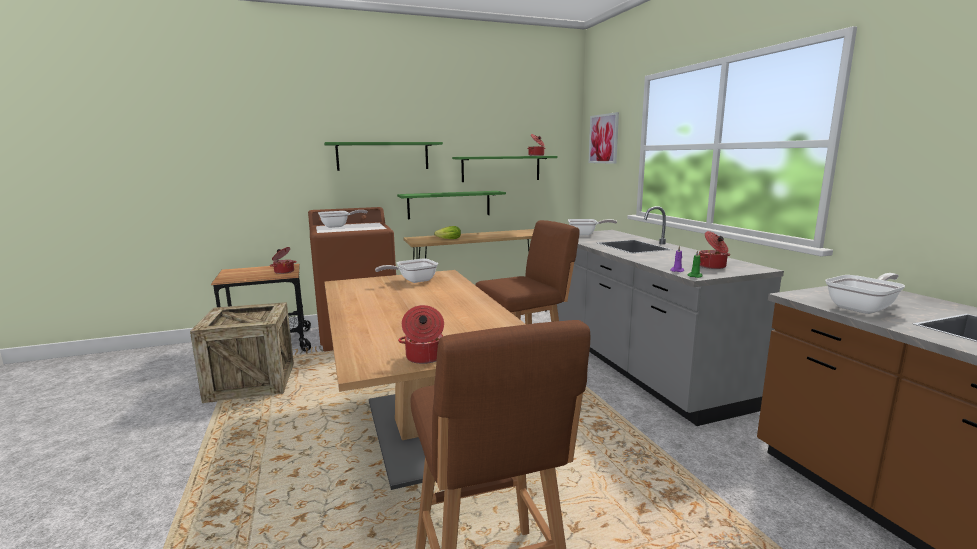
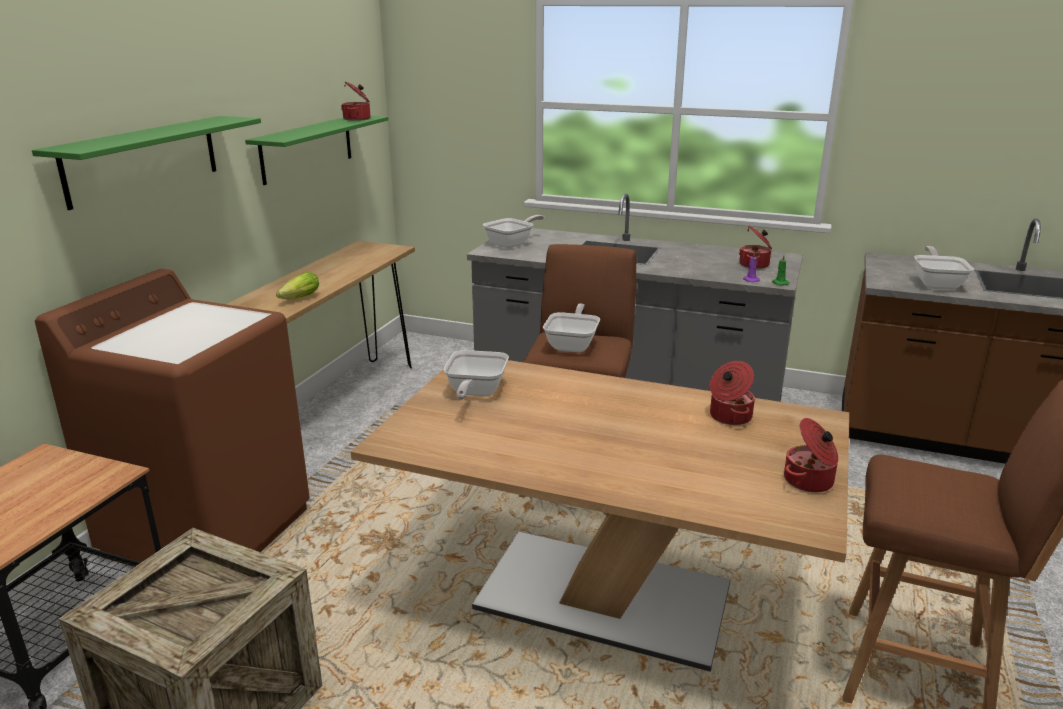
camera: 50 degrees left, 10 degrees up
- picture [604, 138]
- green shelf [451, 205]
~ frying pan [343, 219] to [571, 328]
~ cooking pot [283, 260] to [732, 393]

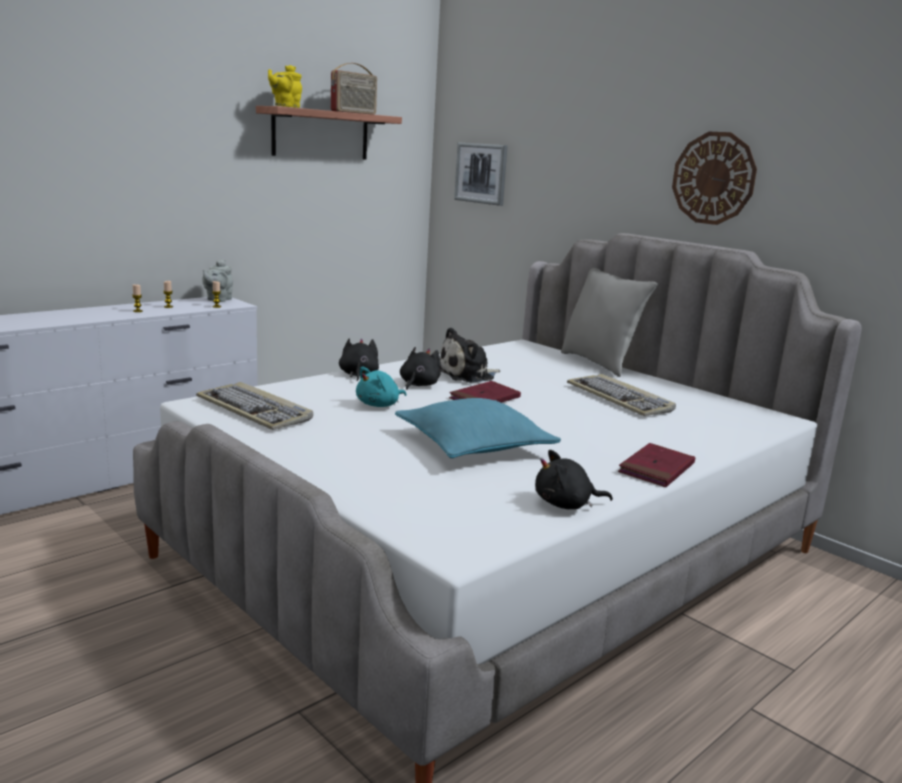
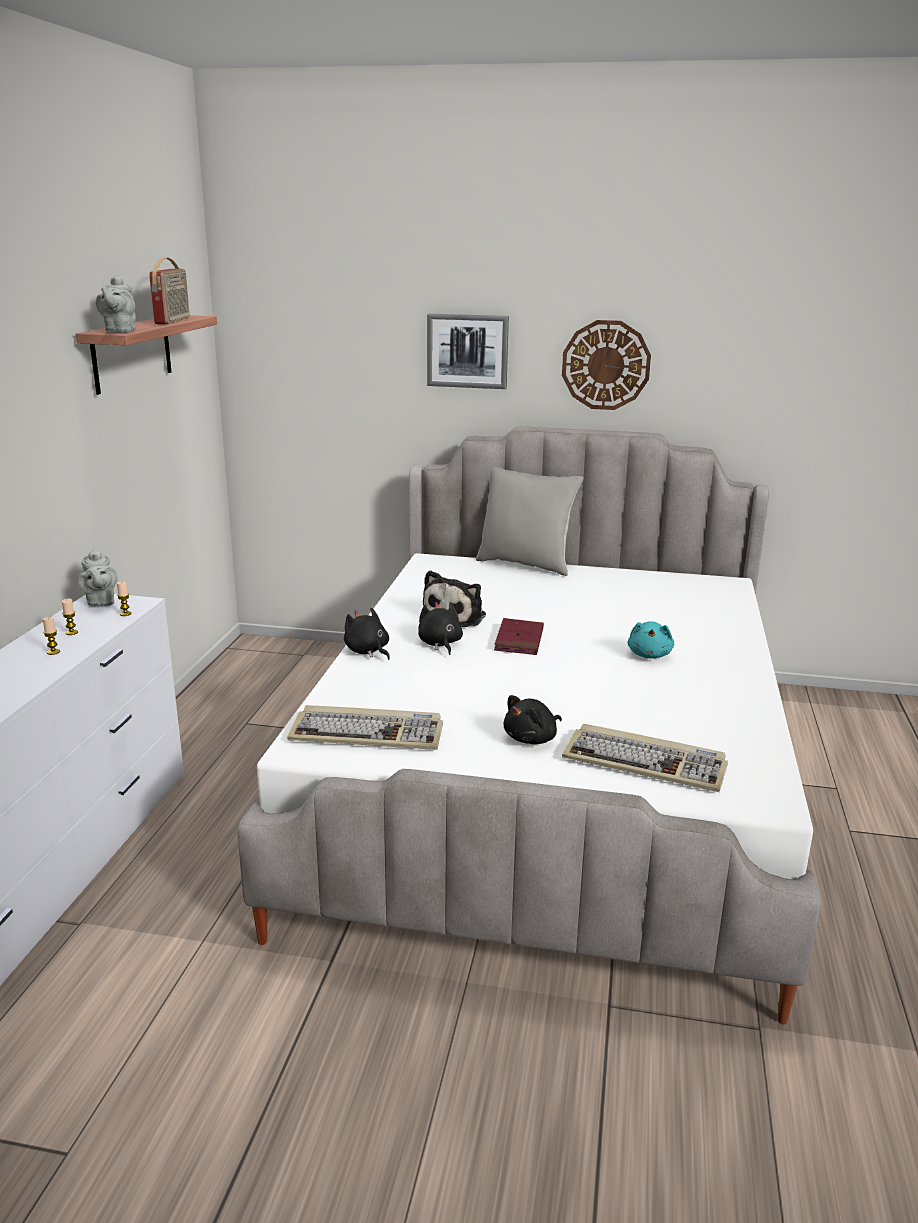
camera: 35 degrees left, 5 degrees up
~ yellow teapot [285, 86] to grey teapot [116, 304]
~ picture [481, 174] to [468, 351]
~ turquoise plush toy [381, 387] to [651, 640]
~ keyboard [621, 395] to [645, 758]
- turquoise pillow [478, 428]
- red book [656, 465]
~ black plush toy [574, 479] to [533, 719]

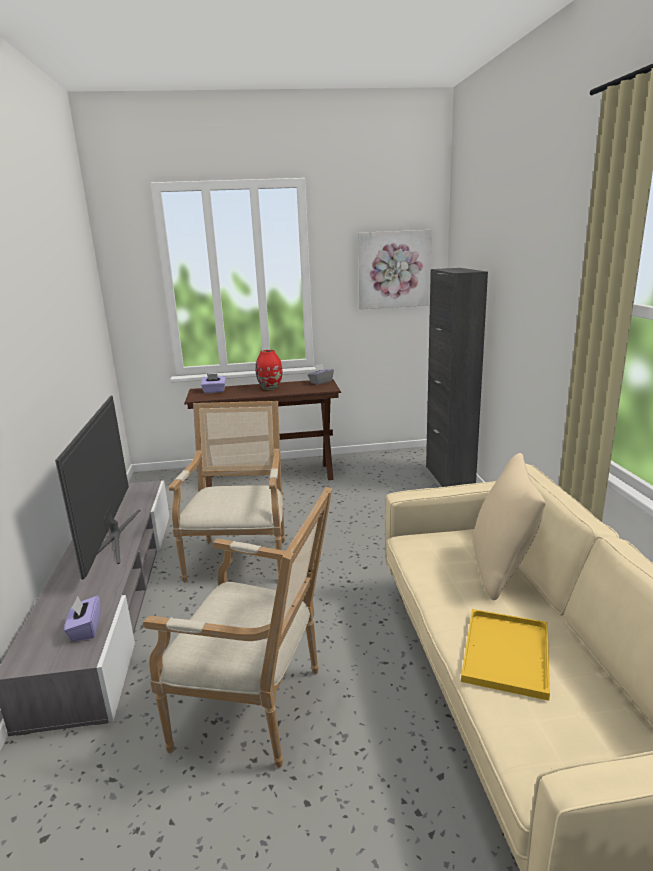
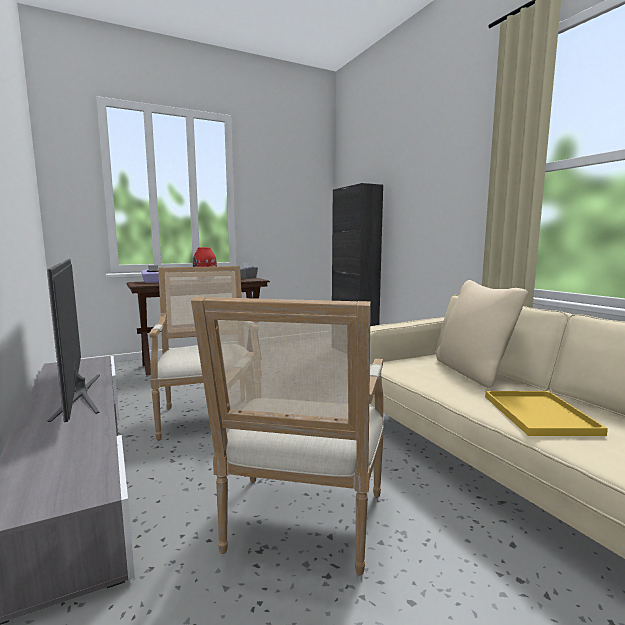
camera: 20 degrees left, 10 degrees down
- picture [395, 269]
~ armchair [237, 627] = [287, 436] 105 degrees clockwise
- purple tissue box [82, 618]

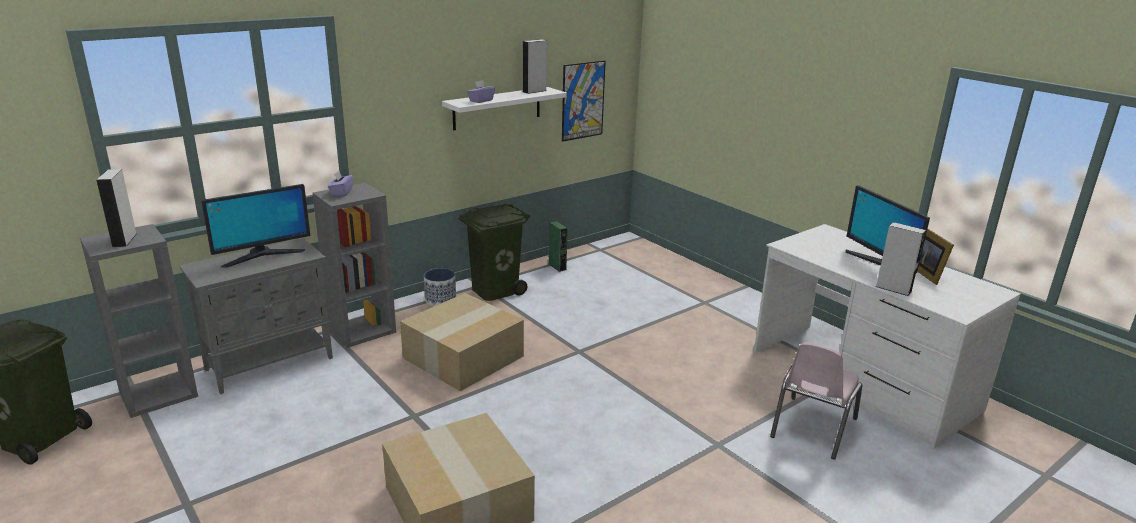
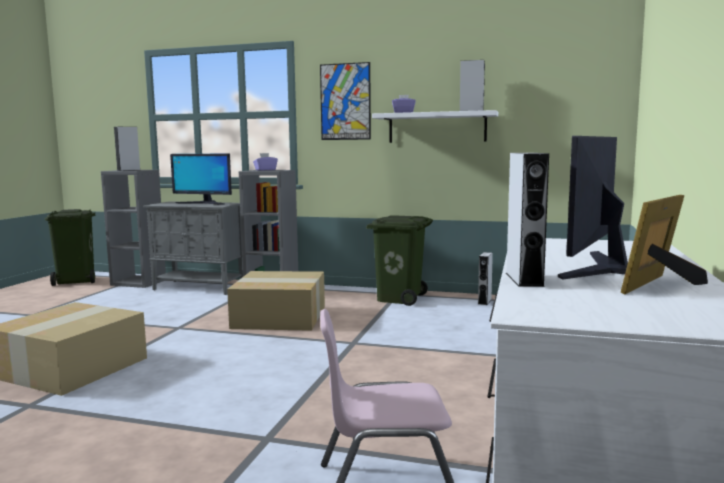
camera: 55 degrees right, 15 degrees down
~ picture [584, 101] to [345, 101]
~ green speaker [558, 246] to grey speaker [485, 278]
- planter [440, 287]

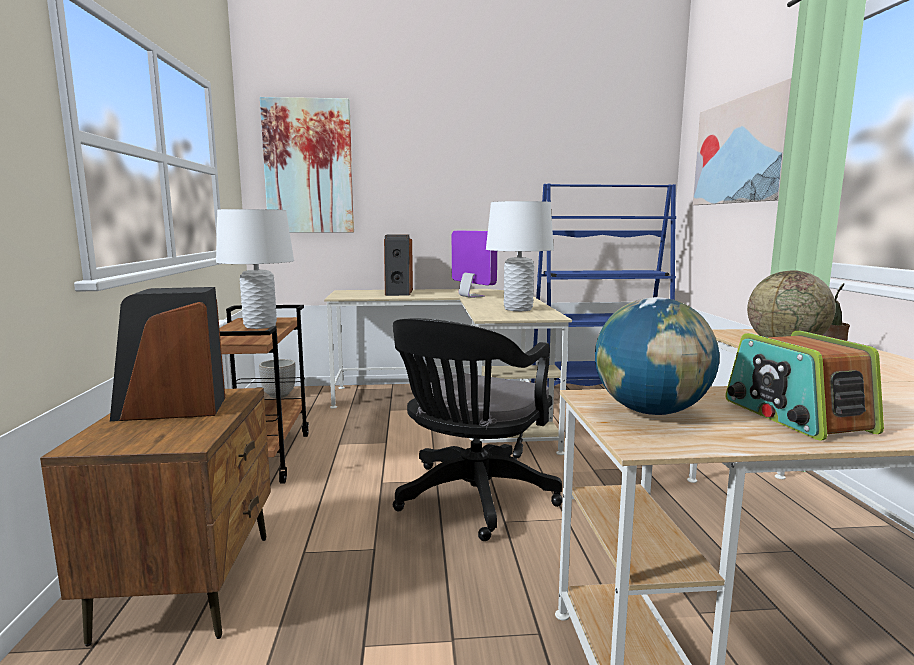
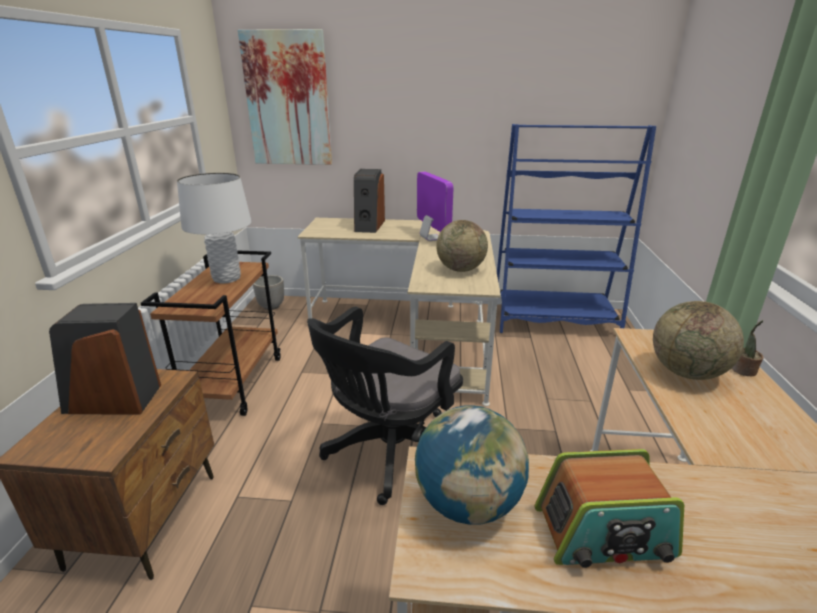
camera: 10 degrees right, 15 degrees up
- picture [742, 141]
~ white table lamp [520, 256] to globe [462, 246]
~ radio [804, 385] = [609, 508] 90 degrees counterclockwise

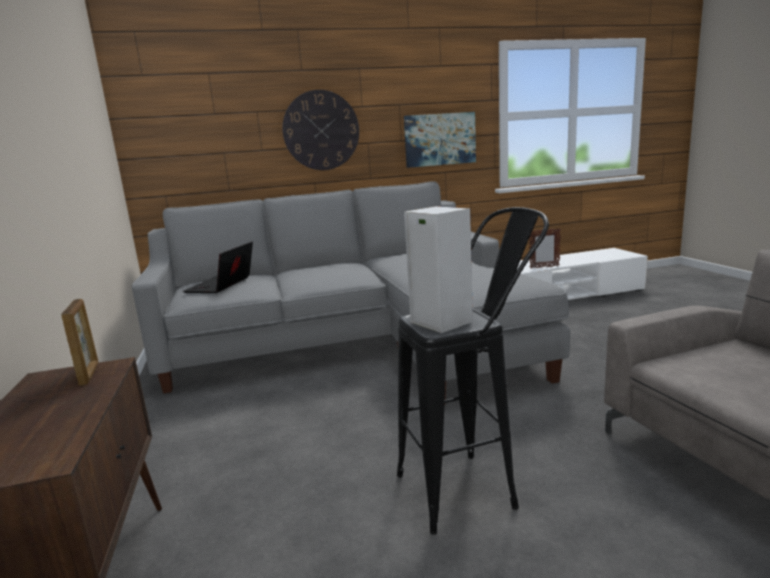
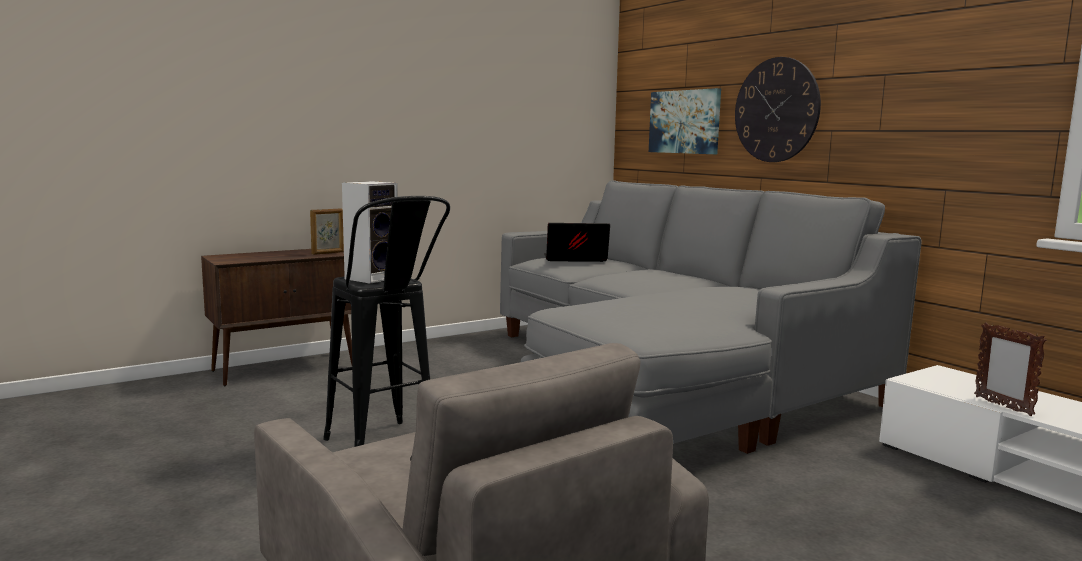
camera: 70 degrees right, 5 degrees down
~ picture [440, 140] to [685, 121]

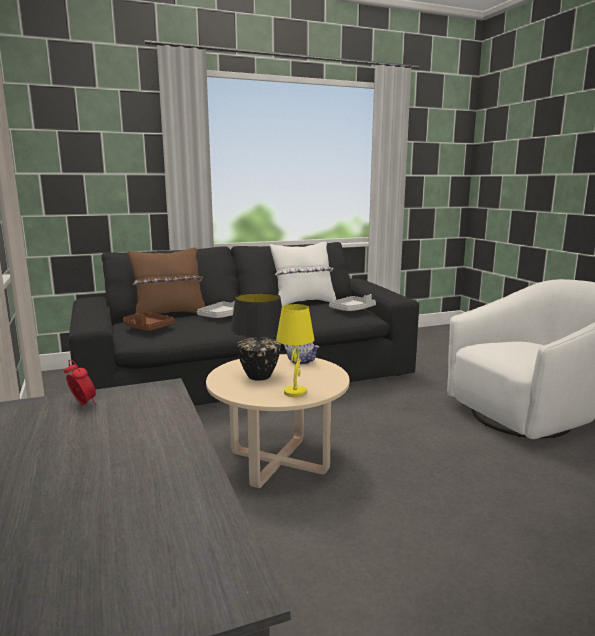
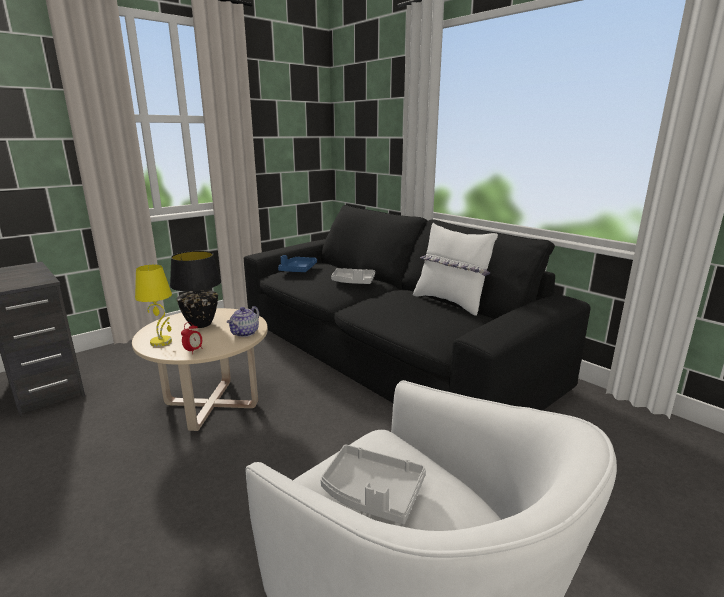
camera: 70 degrees right, 5 degrees up
- brown pillow [167, 280]
~ grey tray [352, 302] to [373, 484]
~ brown tray [149, 321] to blue tray [297, 263]
~ alarm clock [80, 383] to [192, 338]

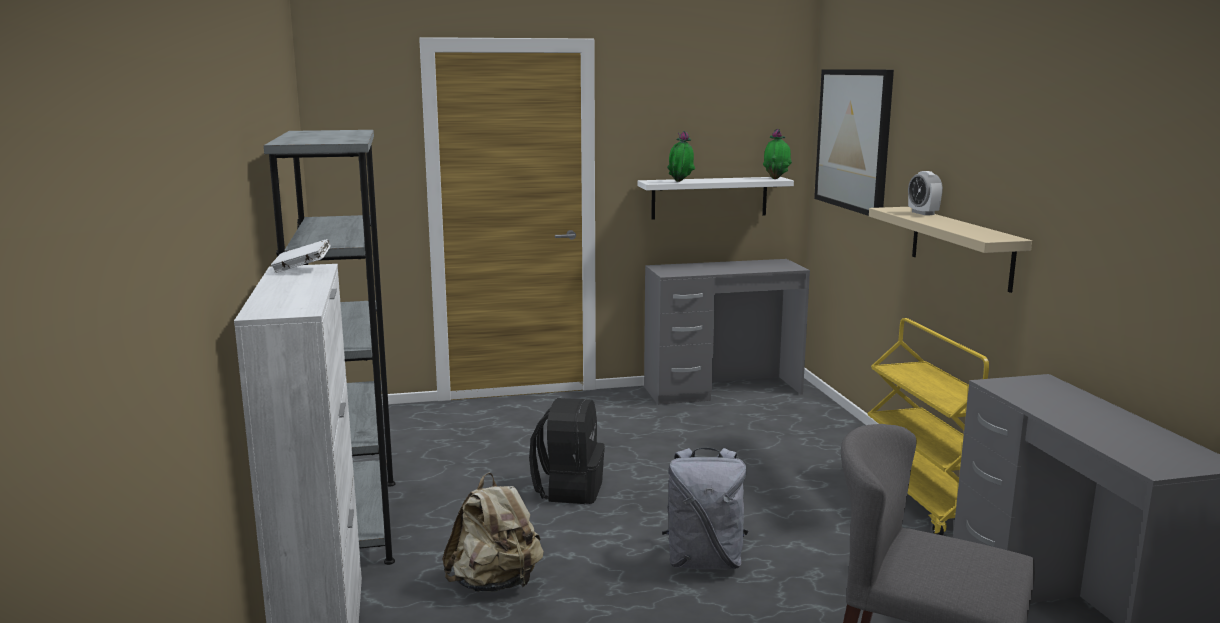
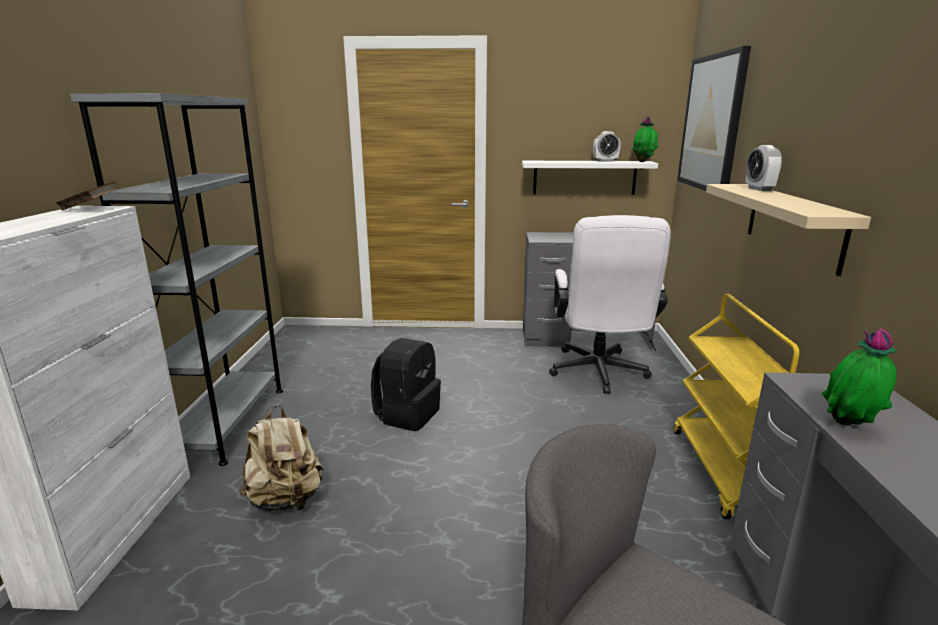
camera: 15 degrees right, 5 degrees up
~ potted plant [681, 156] to [859, 377]
~ white book [301, 256] to brown book [87, 196]
- grey backpack [705, 509]
+ alarm clock [607, 146]
+ white office chair [610, 304]

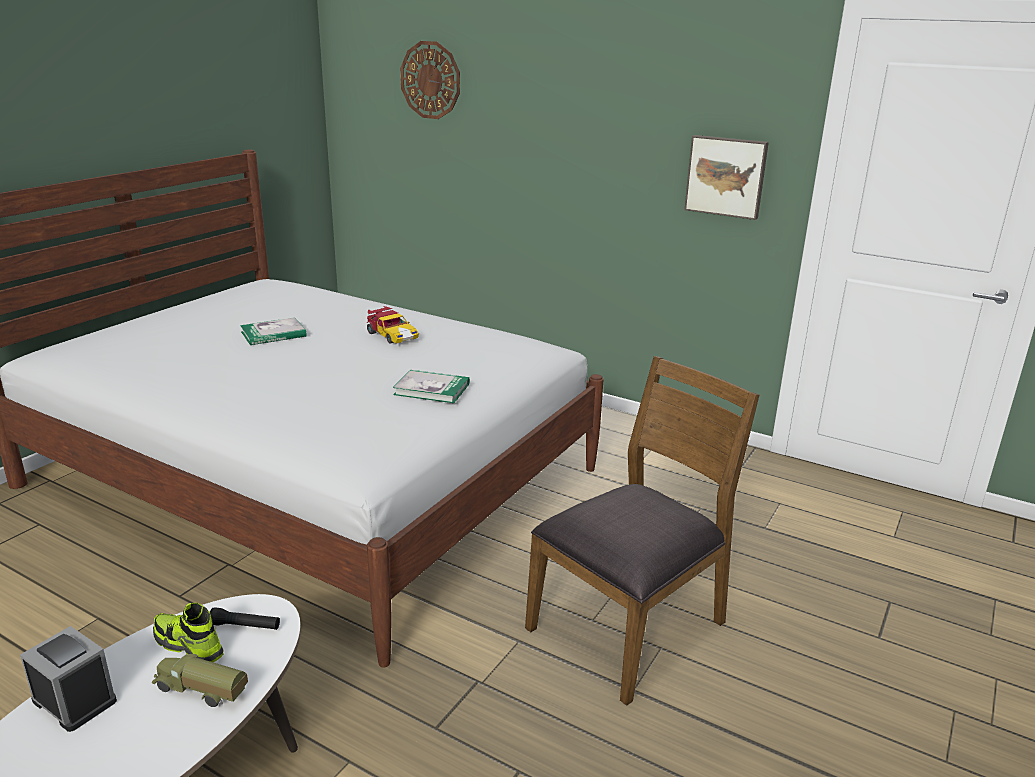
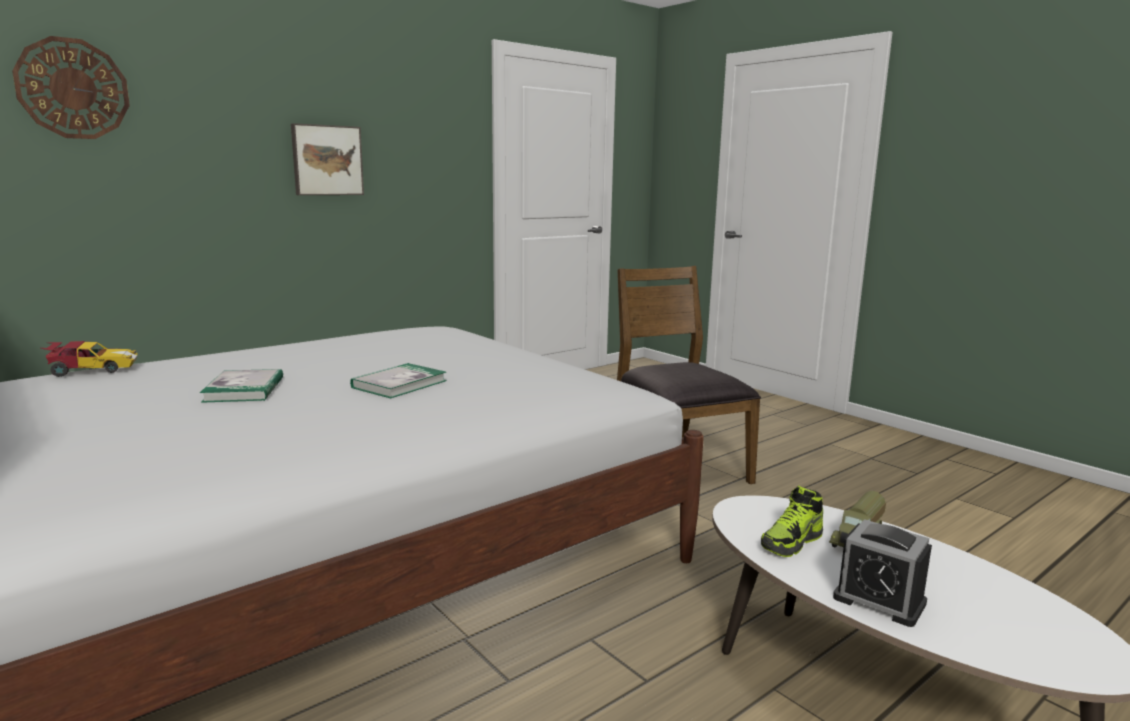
camera: 70 degrees left, 10 degrees down
~ picture [726, 177] to [327, 159]
~ toy car [393, 325] to [89, 359]
~ book [431, 386] to [398, 380]
- black flashlight [245, 618]
~ alarm clock [68, 679] = [882, 573] 105 degrees counterclockwise

